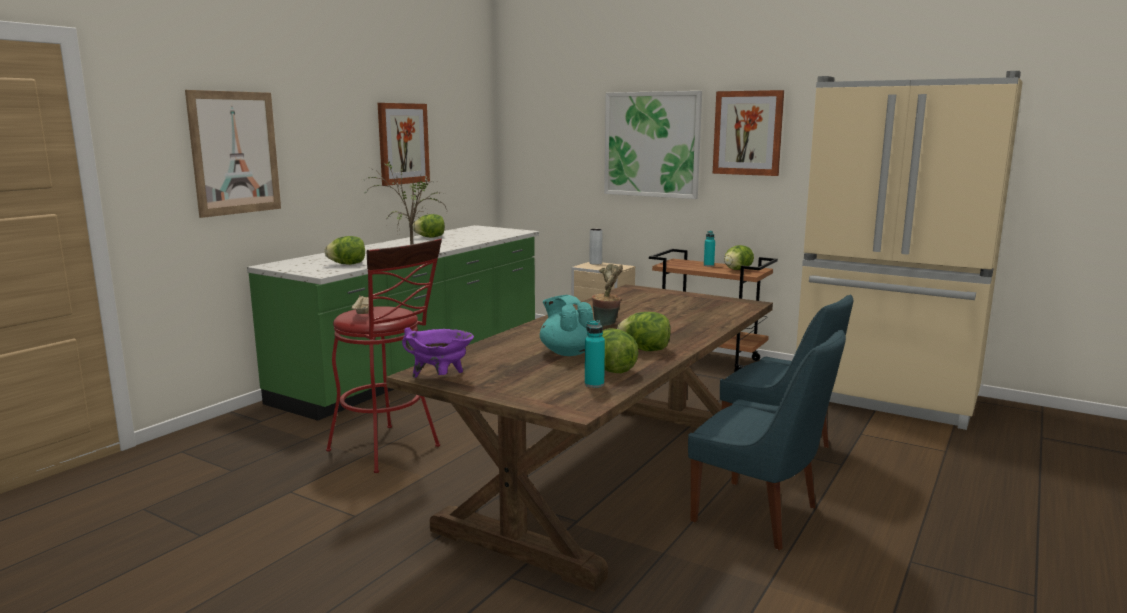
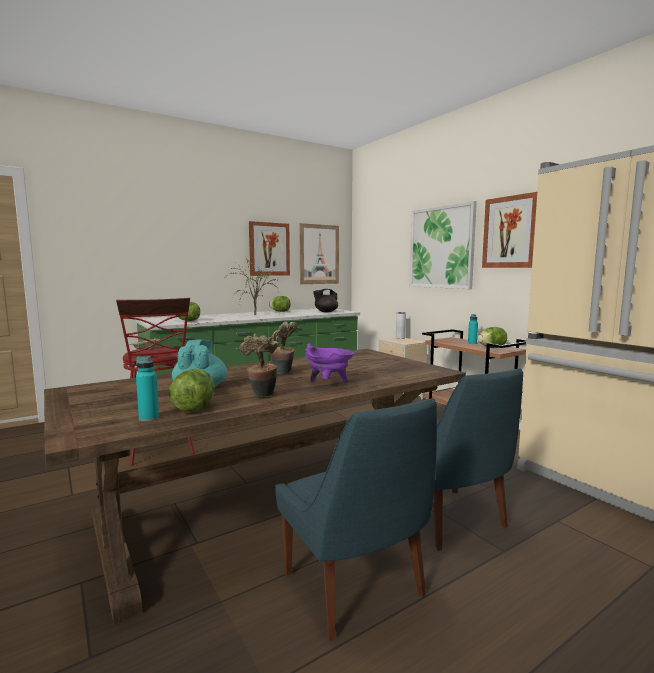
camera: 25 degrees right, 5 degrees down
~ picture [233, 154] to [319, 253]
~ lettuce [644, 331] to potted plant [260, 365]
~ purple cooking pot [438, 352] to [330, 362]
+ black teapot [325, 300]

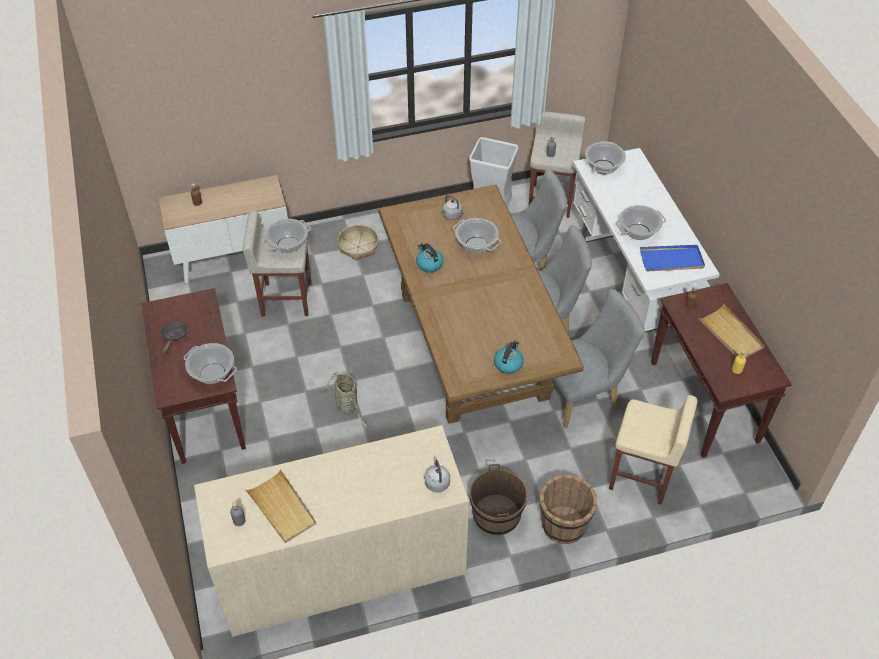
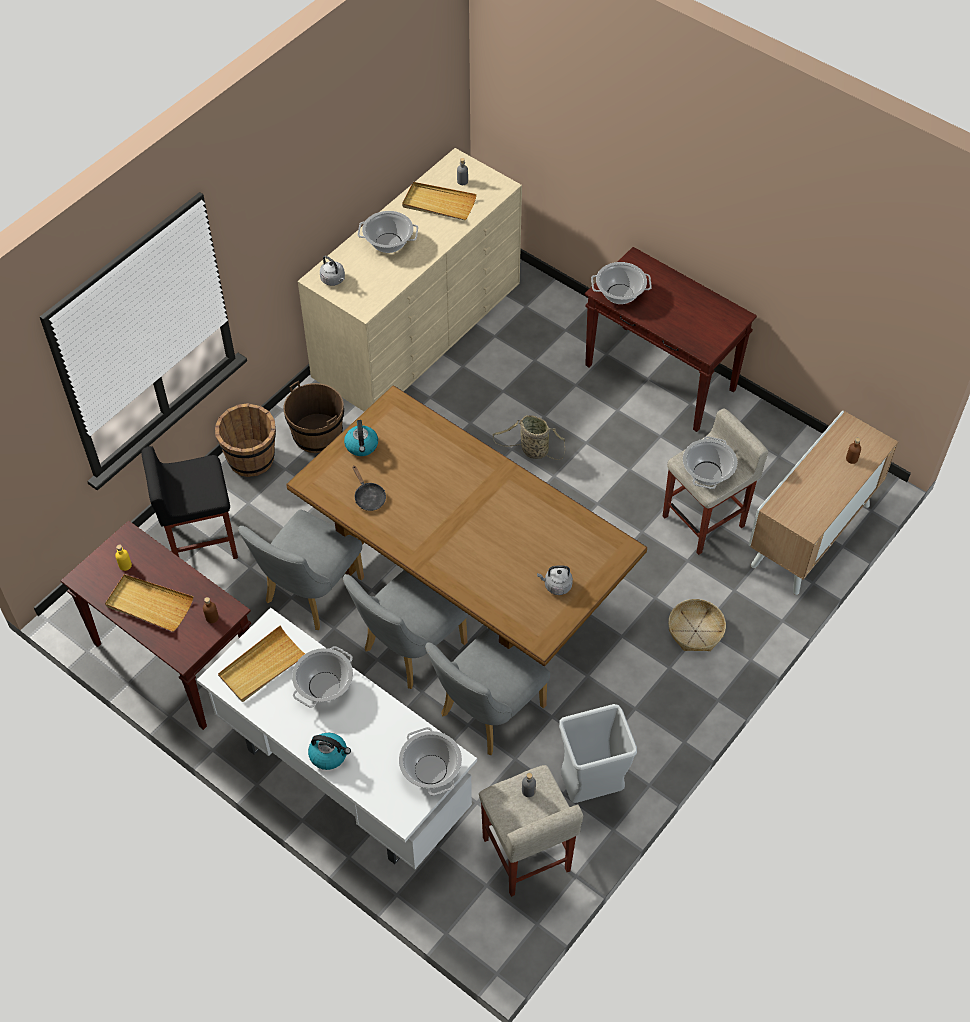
camera: 145 degrees right, 5 degrees up
~ cooking pot [477, 235] to [388, 232]
~ kettle [430, 258] to [329, 751]
~ blue tray [672, 258] to beige tray [261, 663]
~ black frying pan [174, 337] to [369, 488]
~ beige stool [653, 450] to black stool [189, 502]

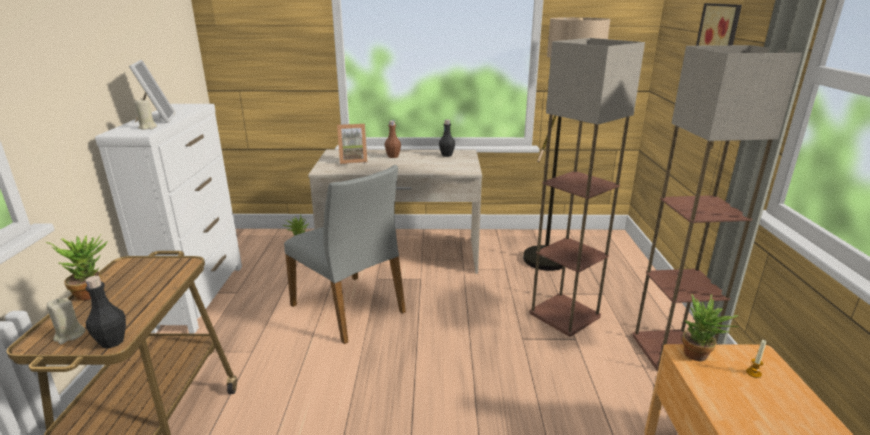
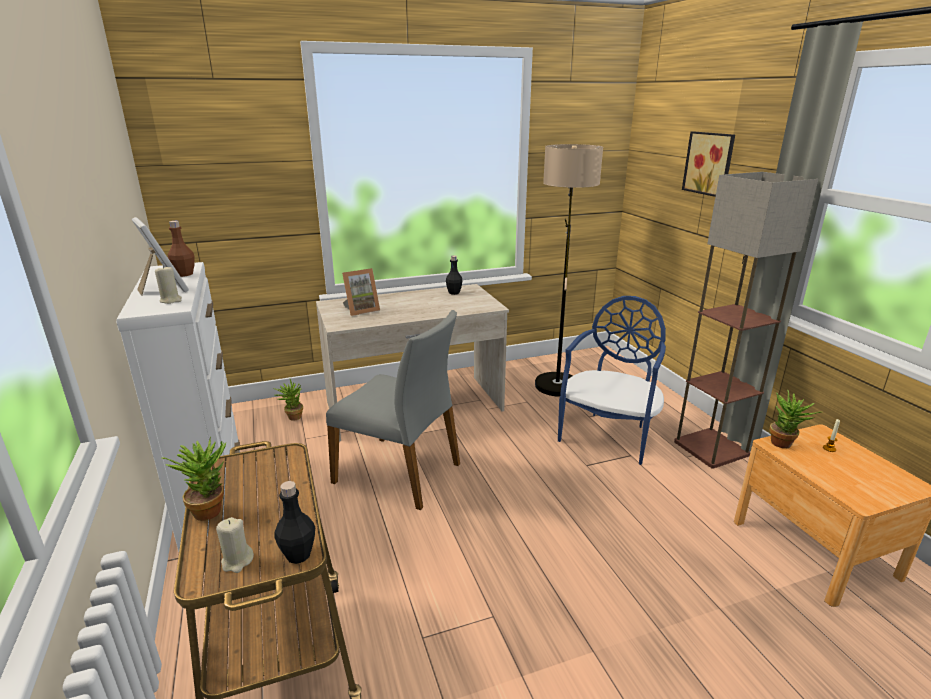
camera: 20 degrees left, 0 degrees up
~ floor lamp [587, 187] to blue chair [612, 380]
~ brown bottle [393, 139] to [181, 249]

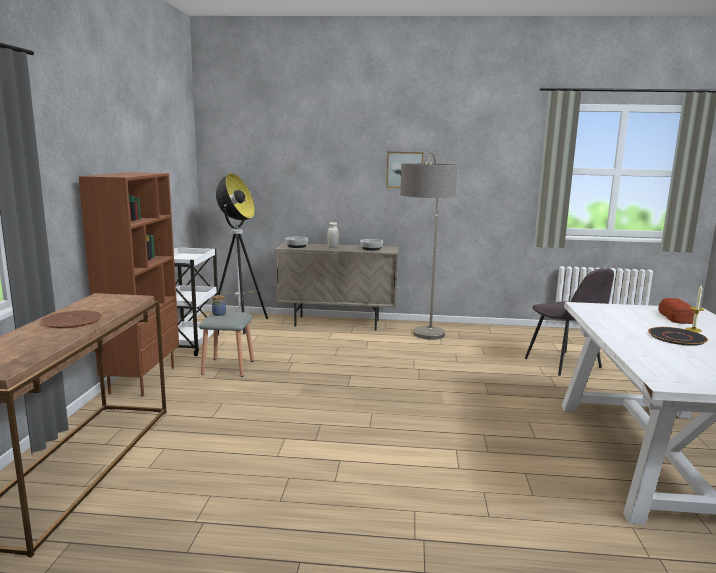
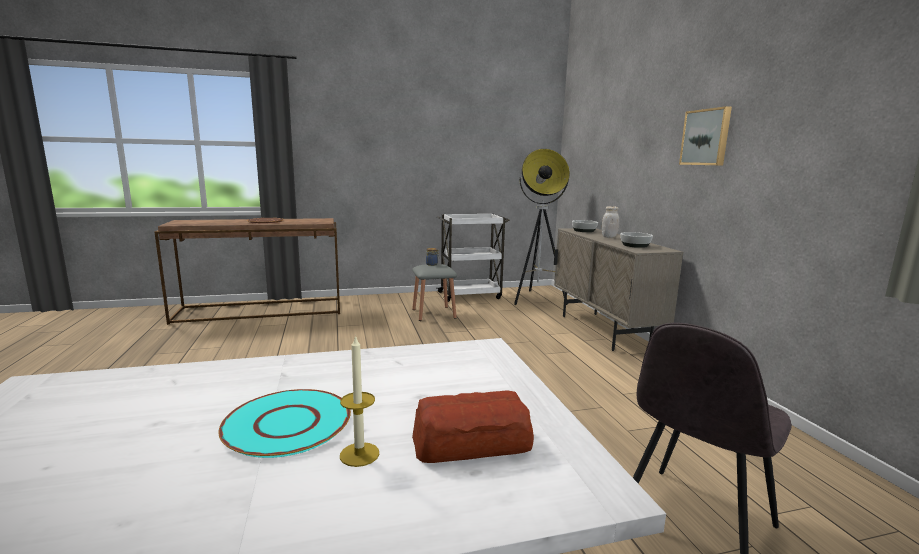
camera: 70 degrees right, 0 degrees up
- floor lamp [428, 246]
- brown bookcase [129, 284]
~ black plate [678, 336] to turquoise plate [284, 423]

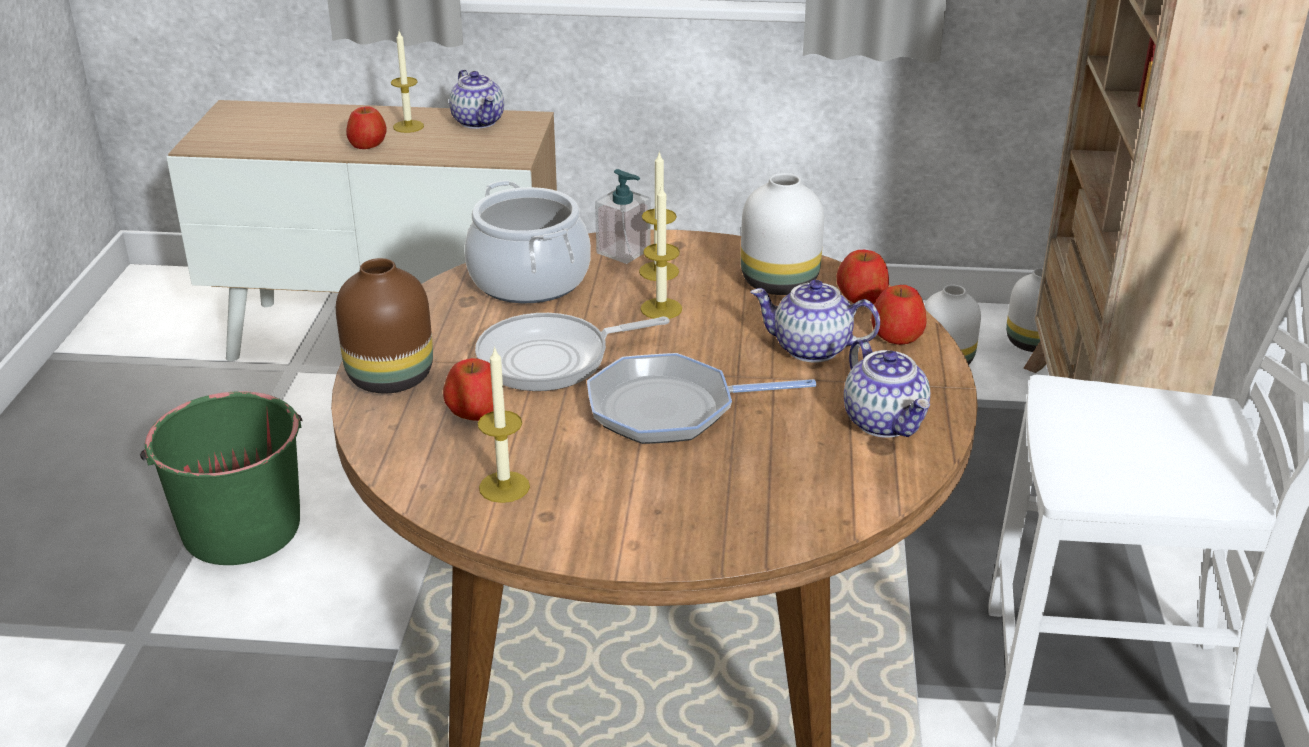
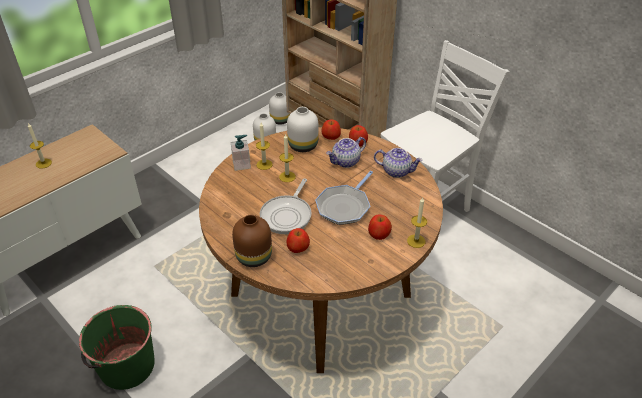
camera: 50 degrees left, 10 degrees up
- teapot [476, 99]
~ apple [366, 127] to [380, 227]
- cooking pot [527, 241]
~ candle [504, 424] to [417, 223]

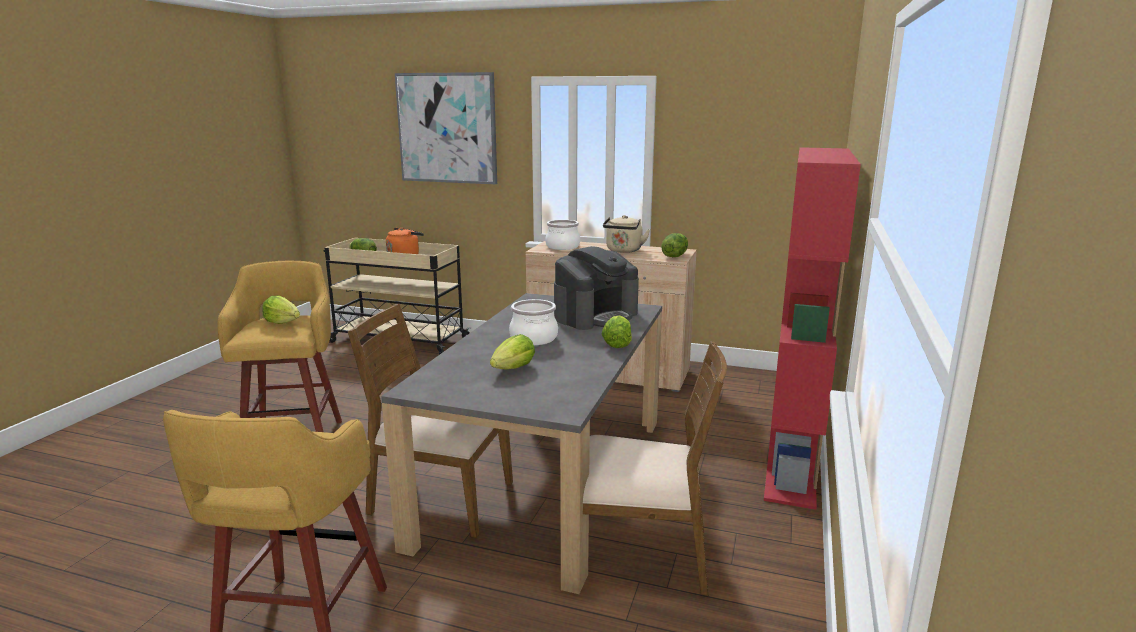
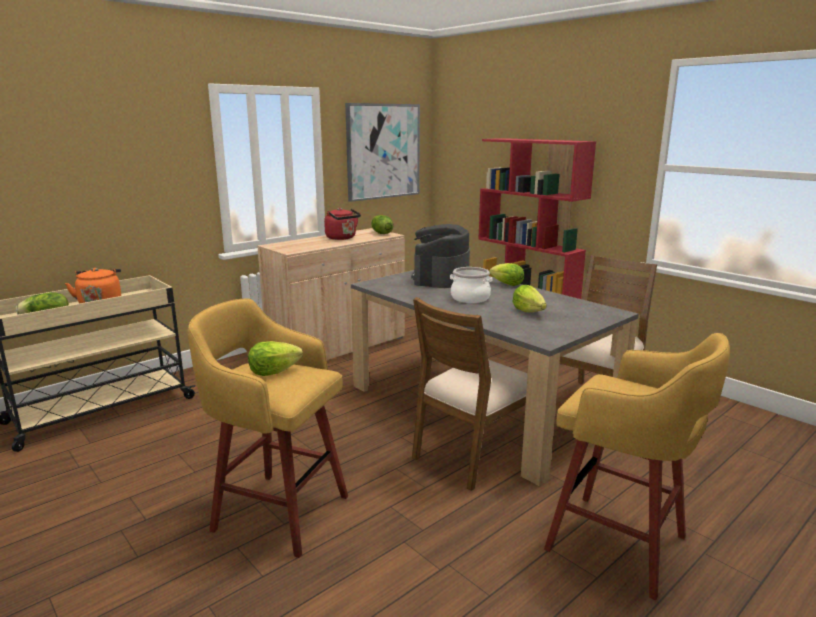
camera: 60 degrees left, 0 degrees up
~ picture [446, 128] to [382, 152]
~ beige kettle [626, 234] to red kettle [342, 224]
- cooking pot [562, 235]
~ coffee machine [596, 288] = [440, 256] 150 degrees counterclockwise

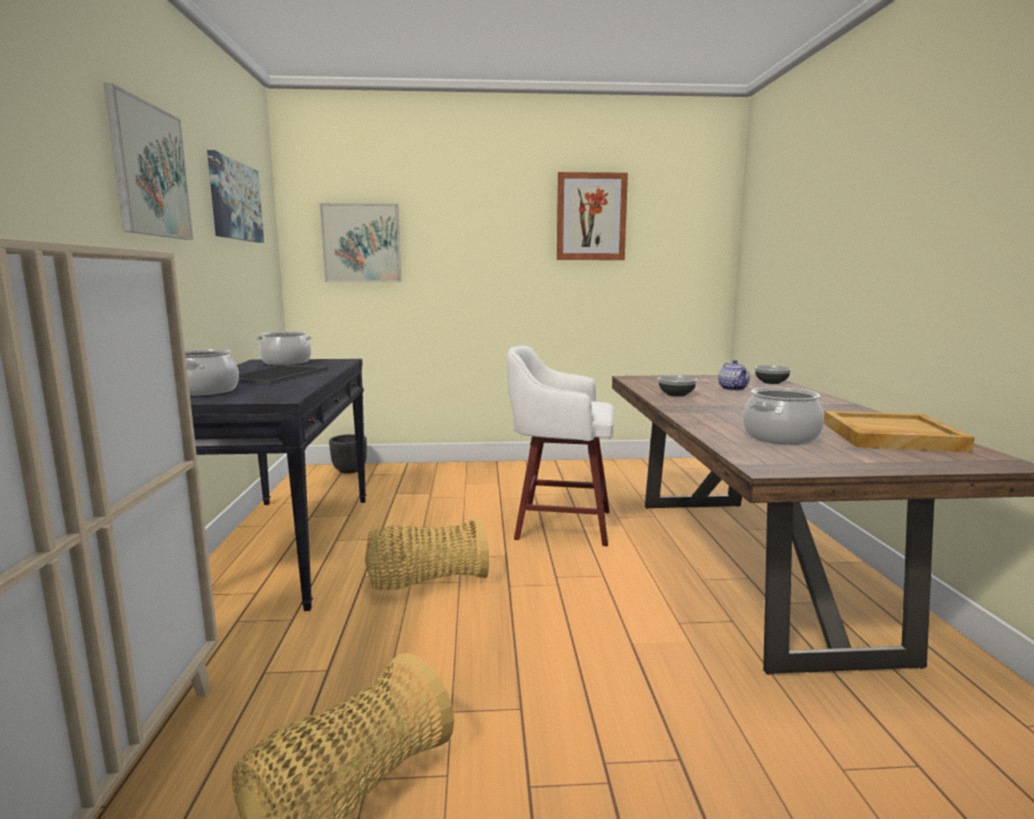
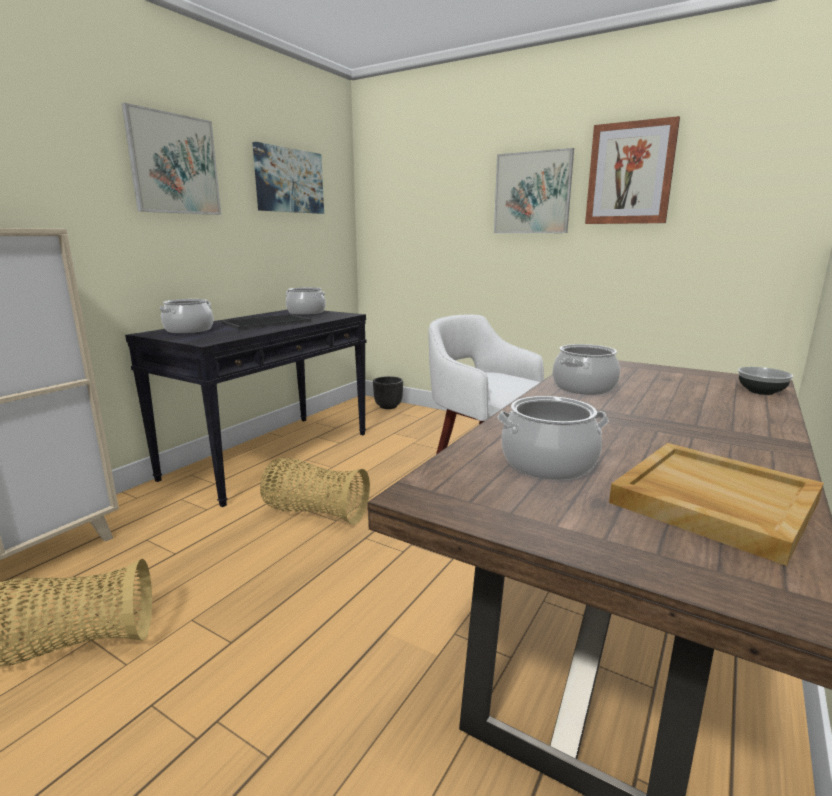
camera: 35 degrees right, 5 degrees up
~ picture [360, 242] to [534, 190]
- teapot [734, 375]
~ bowl [677, 386] to cooking pot [586, 369]

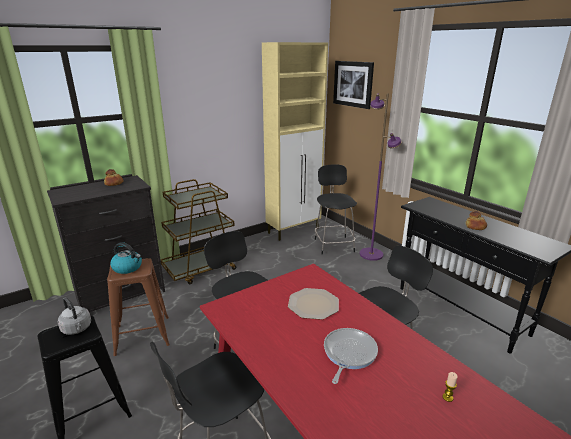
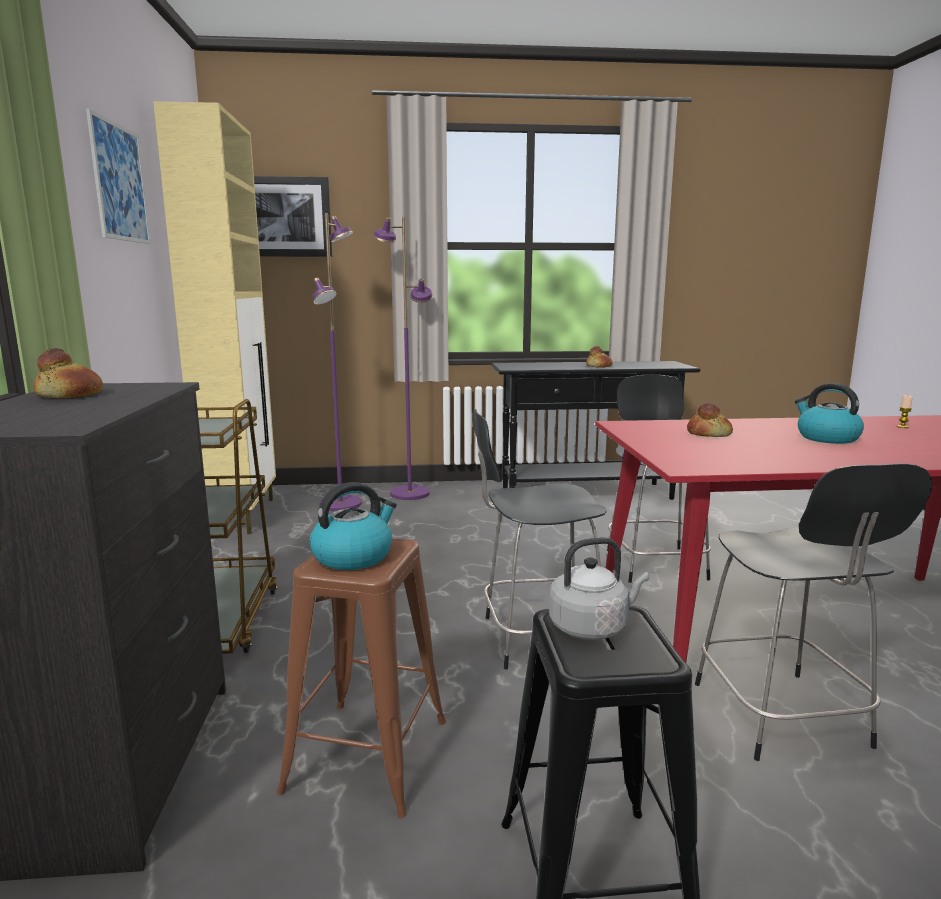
camera: 60 degrees left, 10 degrees down
~ black chair [336, 209] to purple floor lamp [337, 362]
~ plate [313, 304] to bread [710, 420]
~ frying pan [351, 356] to kettle [829, 413]
+ picture [118, 176]

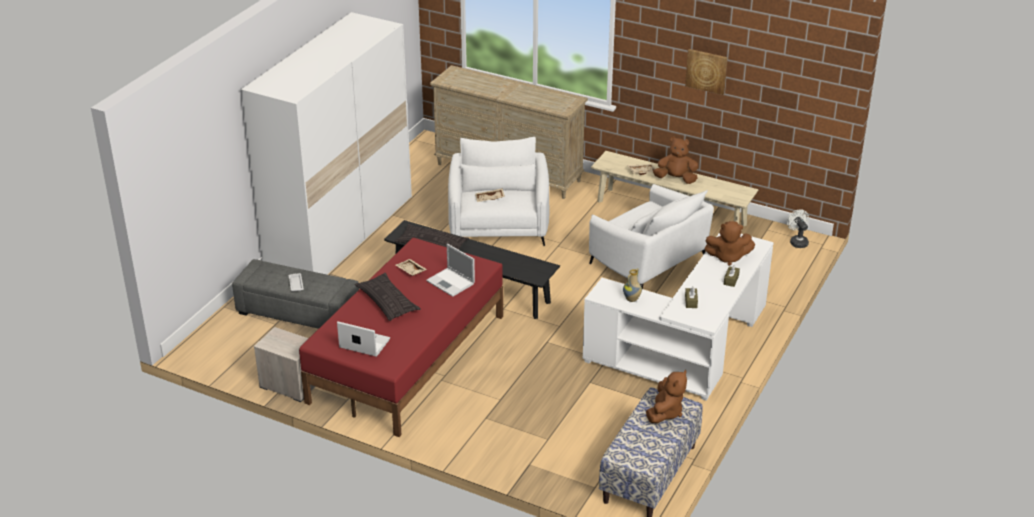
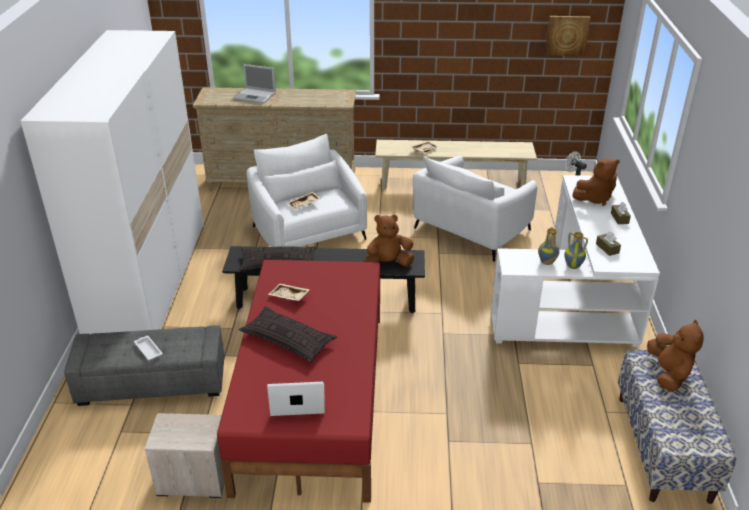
camera: 25 degrees left, 0 degrees up
~ picture [706, 72] to [568, 36]
~ brown plush toy [676, 160] to [388, 240]
~ white armchair [651, 236] = [475, 208] 105 degrees clockwise
~ laptop [450, 270] to [255, 83]
+ vase [576, 250]

